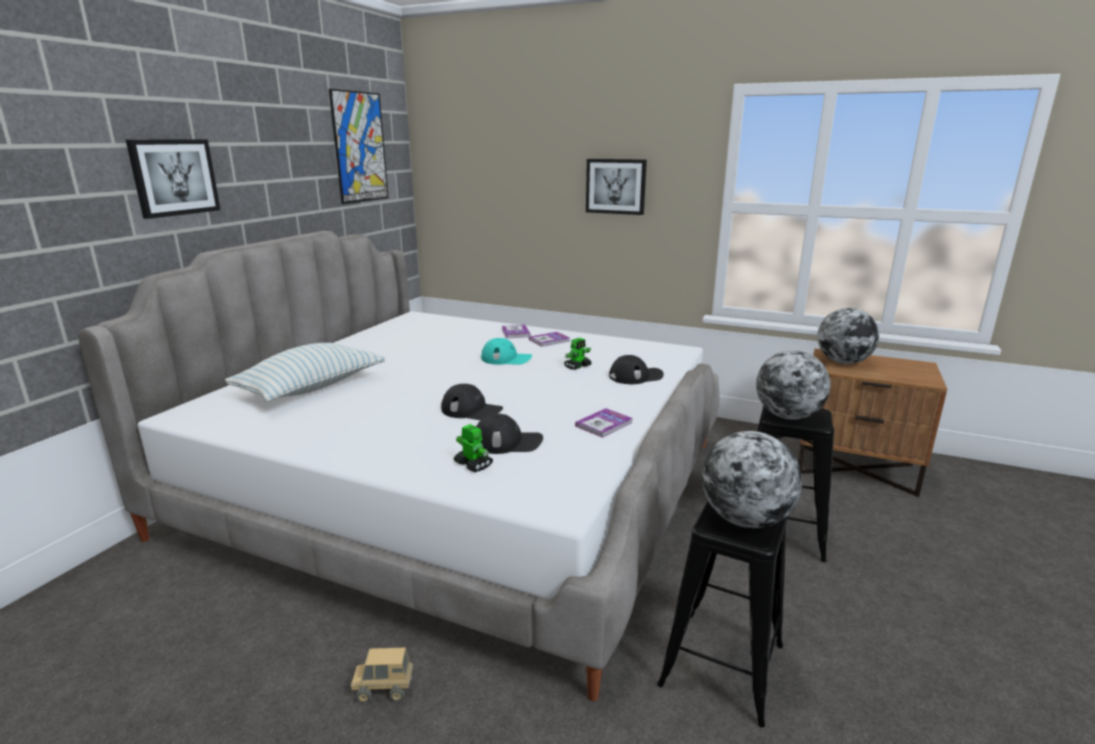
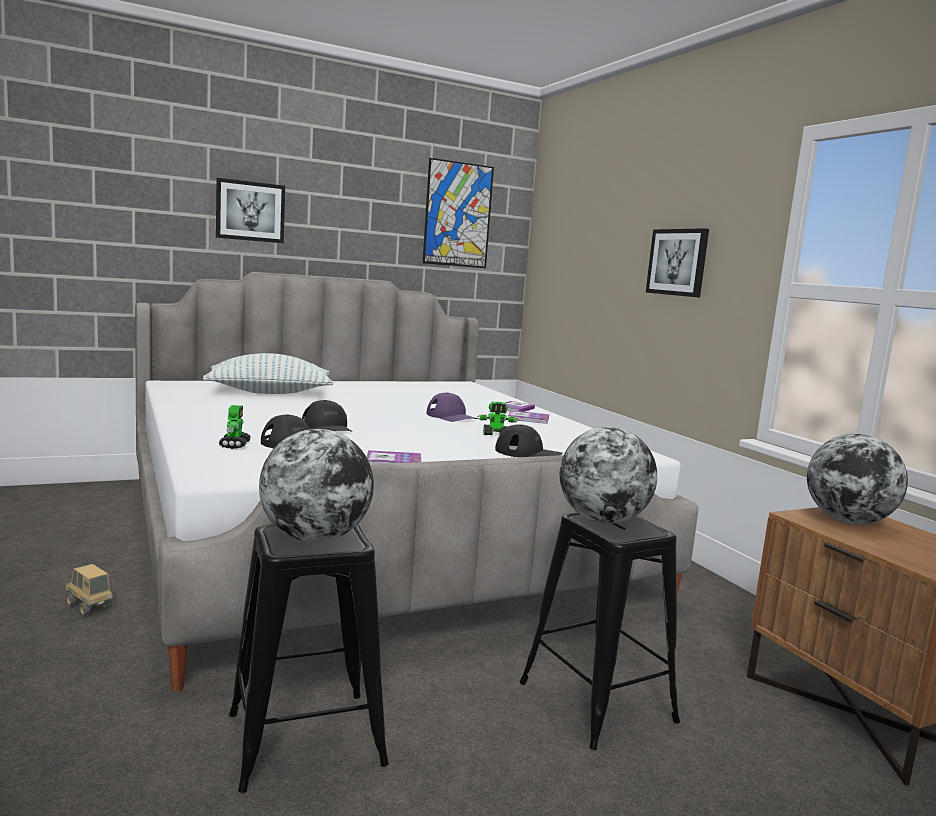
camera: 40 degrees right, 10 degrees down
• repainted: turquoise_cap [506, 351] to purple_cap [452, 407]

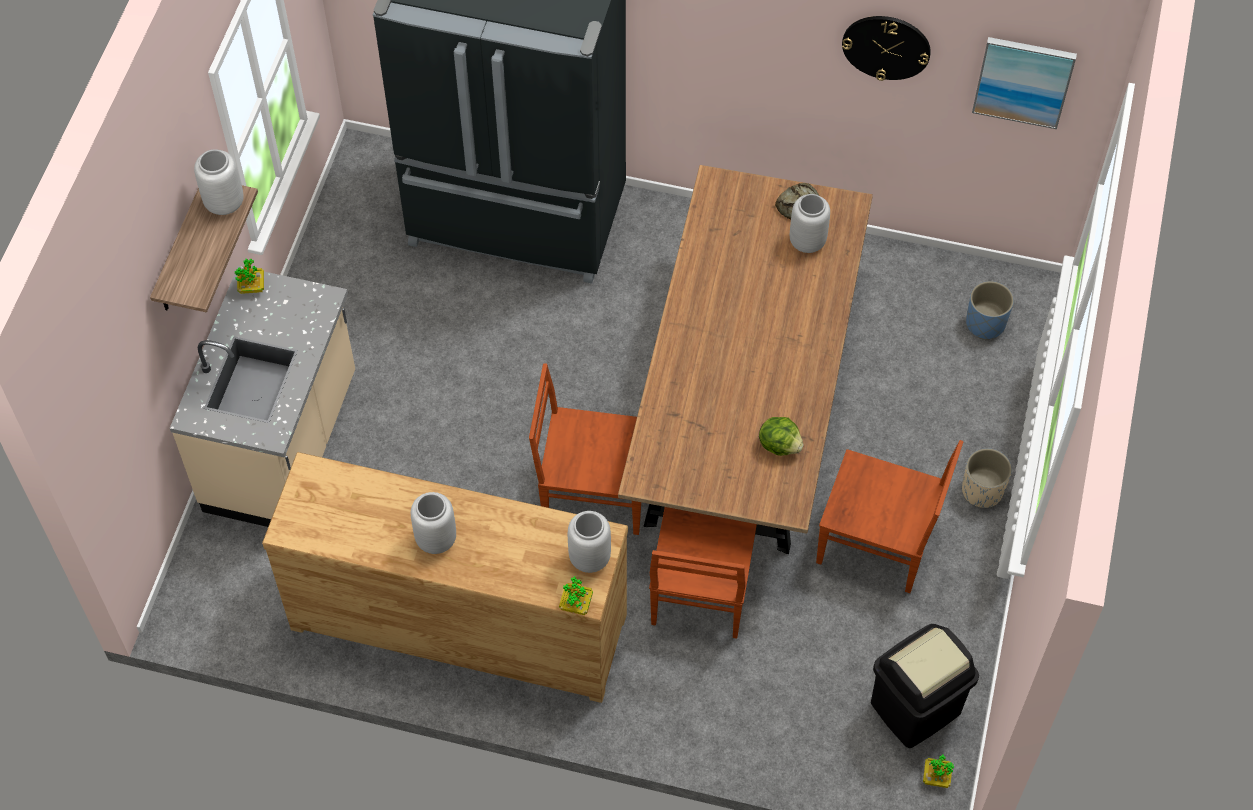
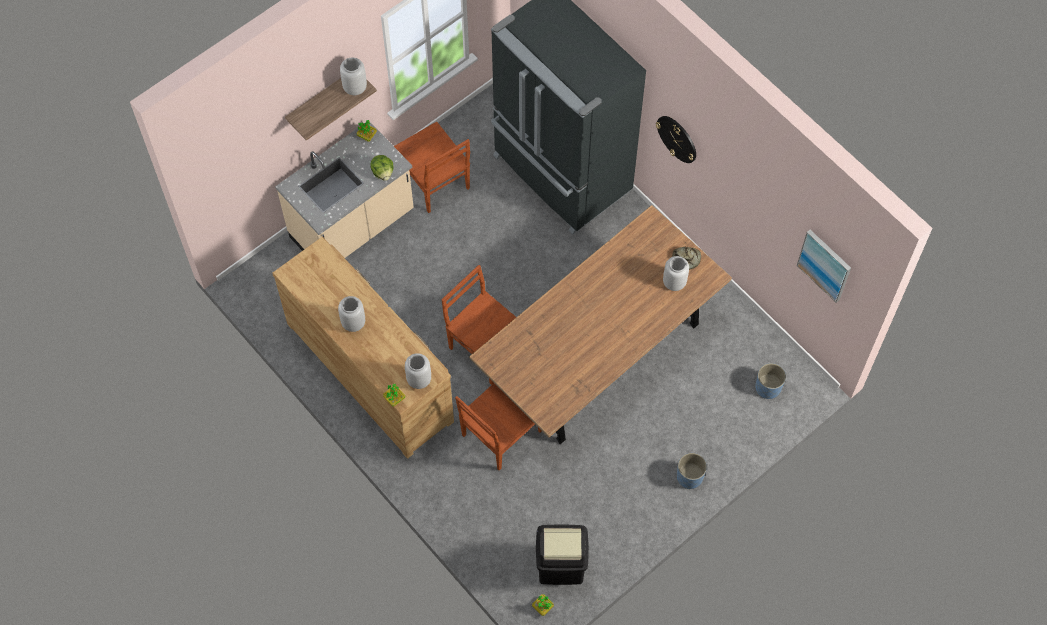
camera: 35 degrees right, 5 degrees up
• shifted: lettuce [781, 436] to [382, 168]
• shifted: brown_chair [889, 516] to [432, 167]
• shifted: wall_clock [886, 48] to [676, 139]
• repainted: beige_planter [987, 478] to blue_planter [692, 471]

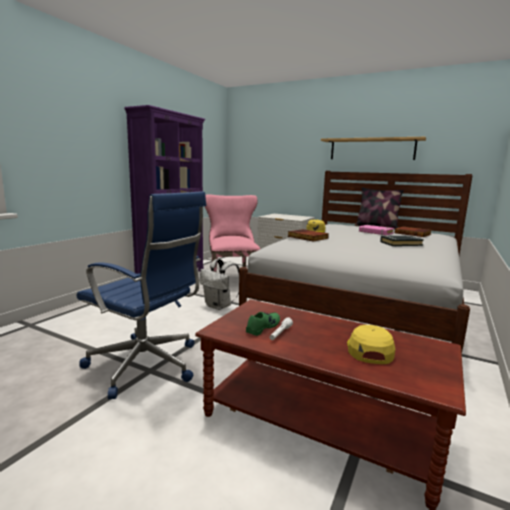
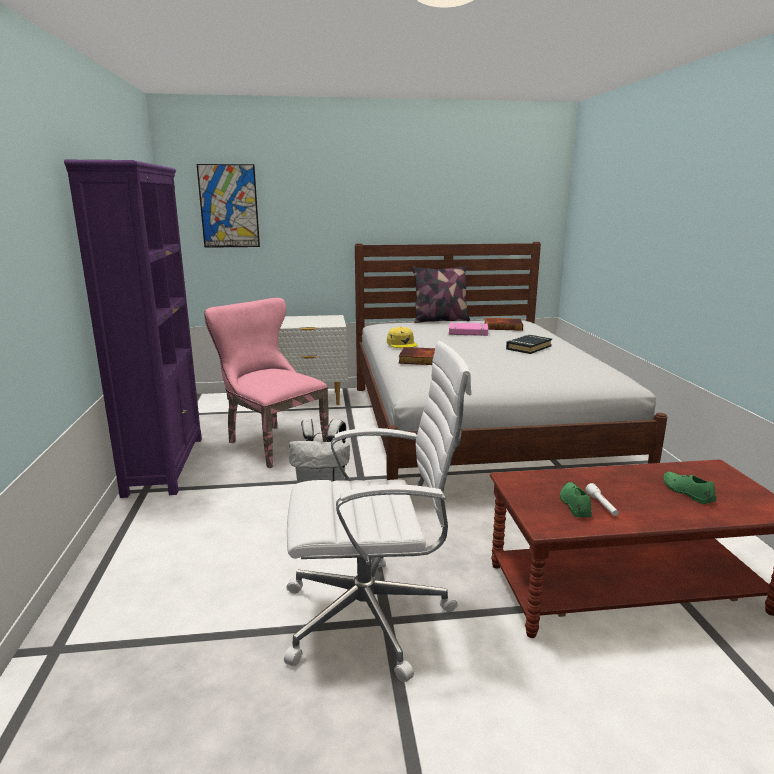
camera: 35 degrees left, 5 degrees up
• gone: shelf [373, 148]
• new: picture [228, 206]
• swapped: yellow_cap [371, 344] to green_shoe [689, 488]
• repainted: blue_office_chair [141, 295] to white_office_chair [378, 511]

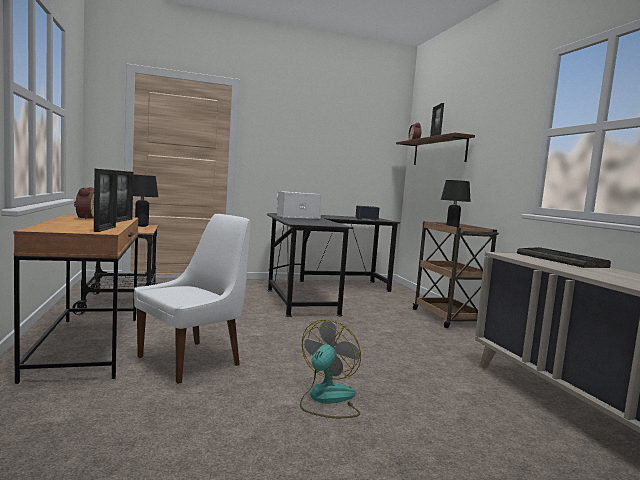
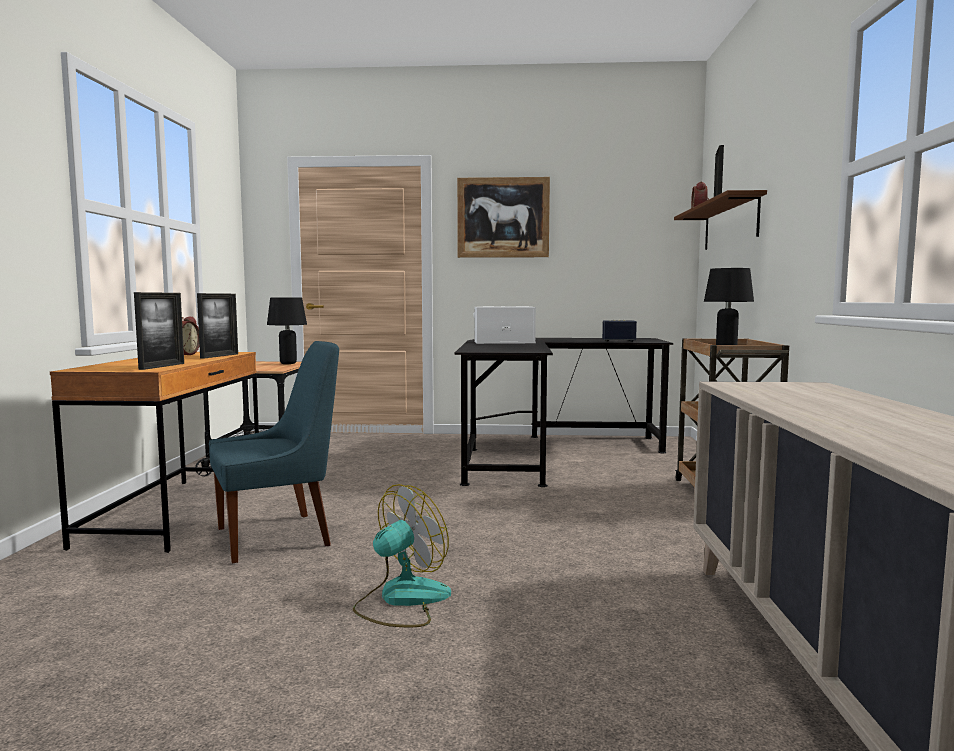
camera: 20 degrees right, 0 degrees up
• gone: keyboard [564, 257]
• new: picture [503, 217]
• repainted: white_chair [192, 299] to blue_chair [274, 452]

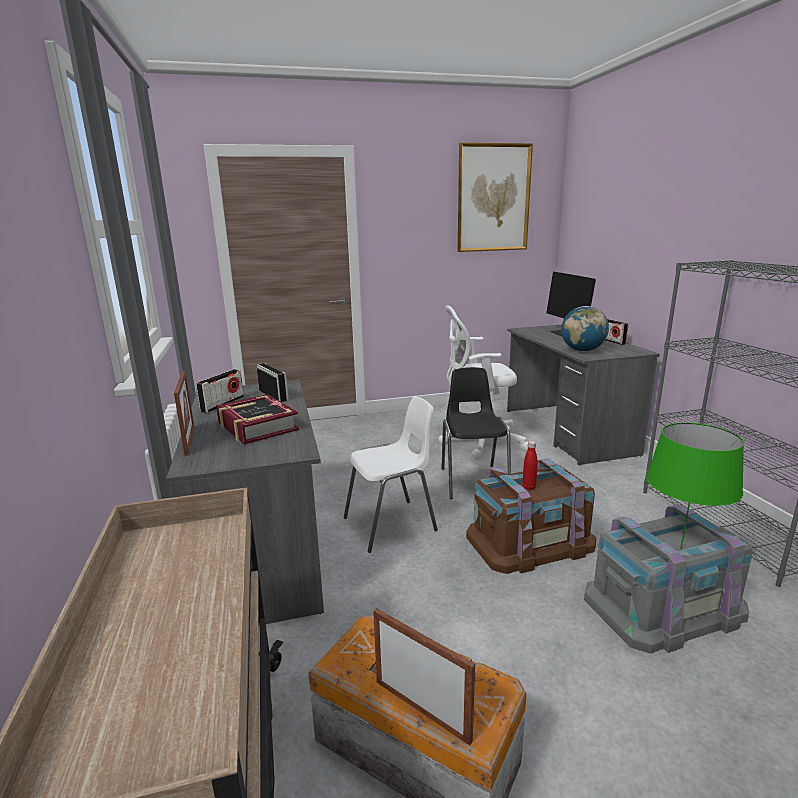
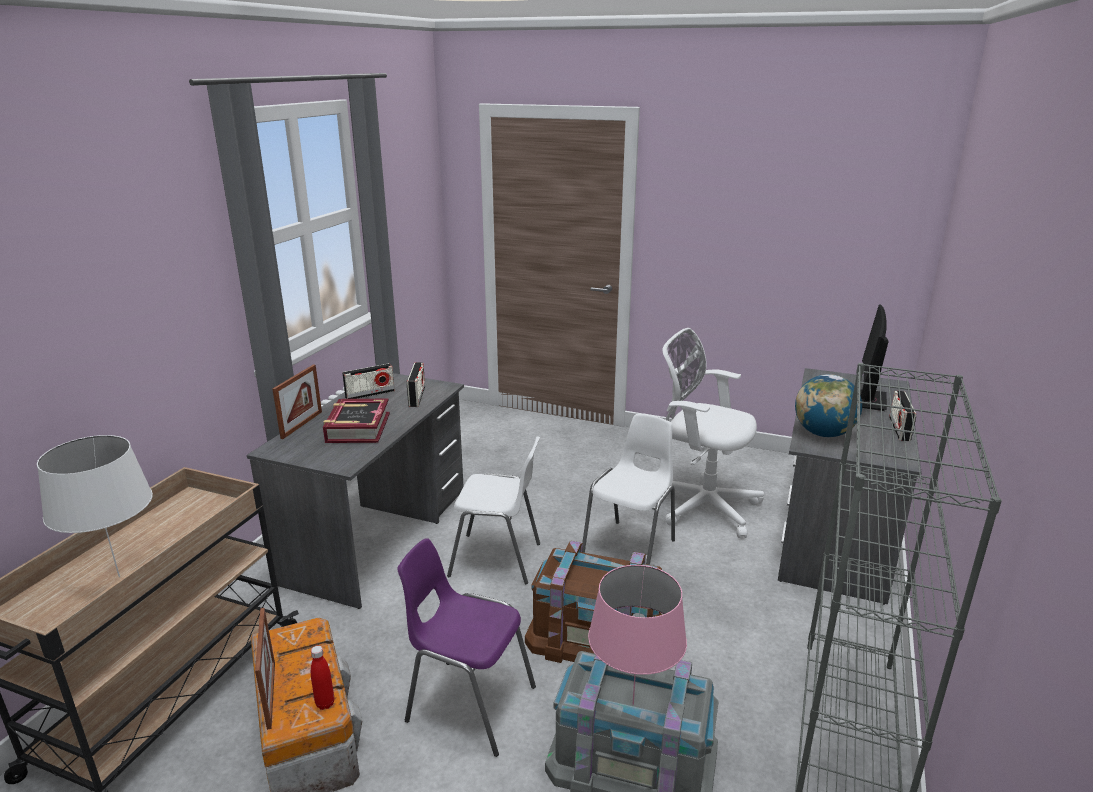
camera: 35 degrees right, 5 degrees up
• gone: picture [495, 197]
• new: white_table_lamp [95, 506]
• new: purple_chair [466, 647]
• shifted: red_bottle [530, 465] to [322, 678]
• repainted: black_chair [476, 433] to white_chair [628, 489]
• repainted: green_table_lamp [695, 486] to pink_table_lamp [637, 635]

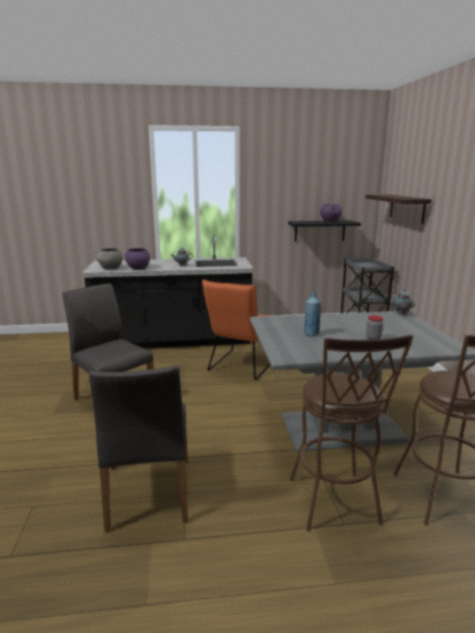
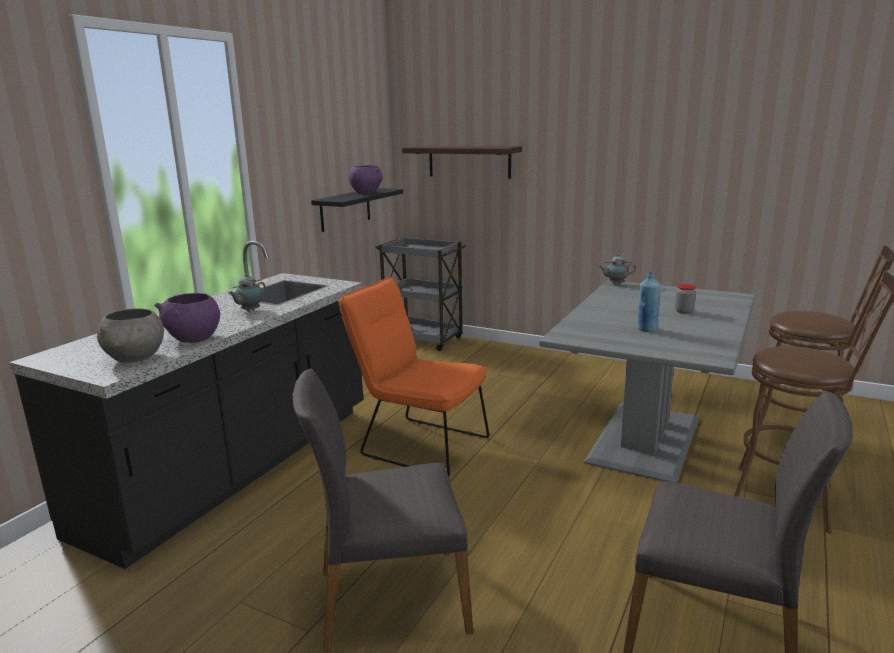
camera: 55 degrees left, 0 degrees up
• rotated: orange_chair [238, 330] = [414, 377] 150 degrees clockwise

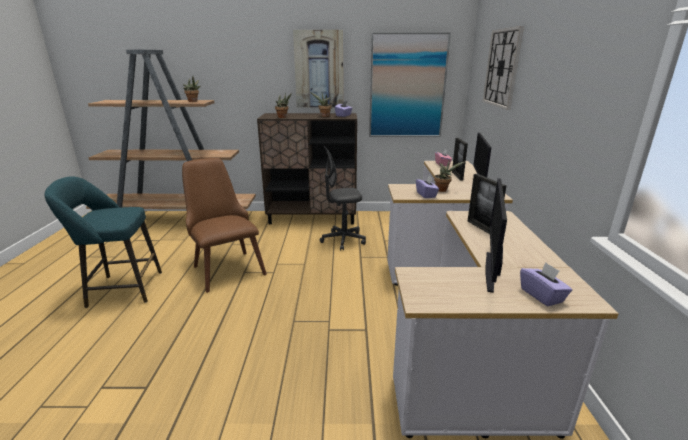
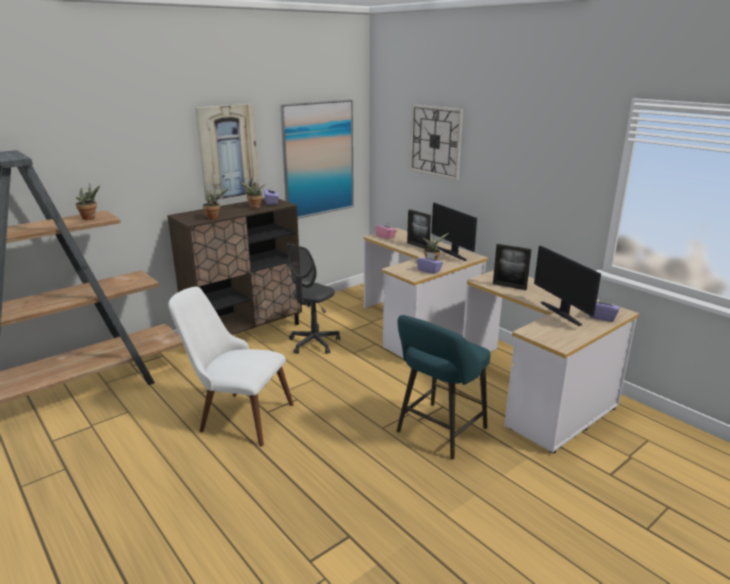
camera: 40 degrees left, 0 degrees up
• shifted: turquoise_stool [103, 242] to [443, 387]
• repainted: brown_chair [224, 225] to white_chair [231, 367]

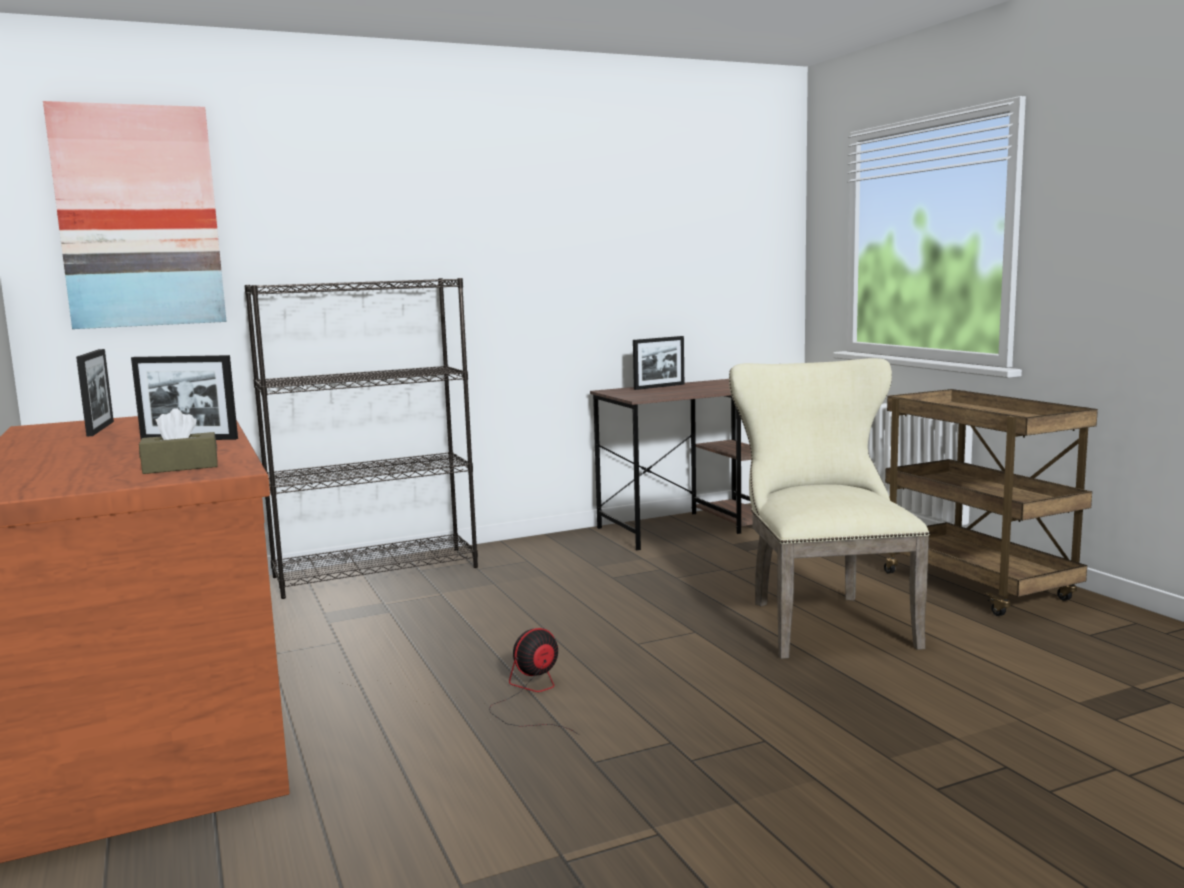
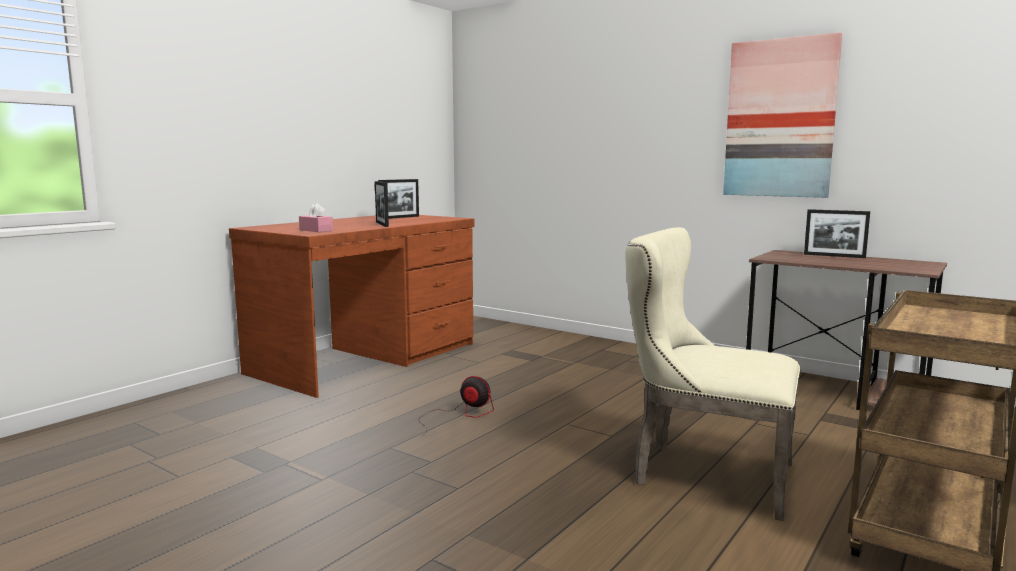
camera: 60 degrees right, 0 degrees up
• gone: black_bookcase [361, 438]
• shifted: picture [135, 215] to [782, 115]
• repainted: brown_tissue_box [178, 441] to pink_tissue_box [316, 217]
• rotated: beige_chair [829, 508] = [713, 374] 120 degrees counterclockwise

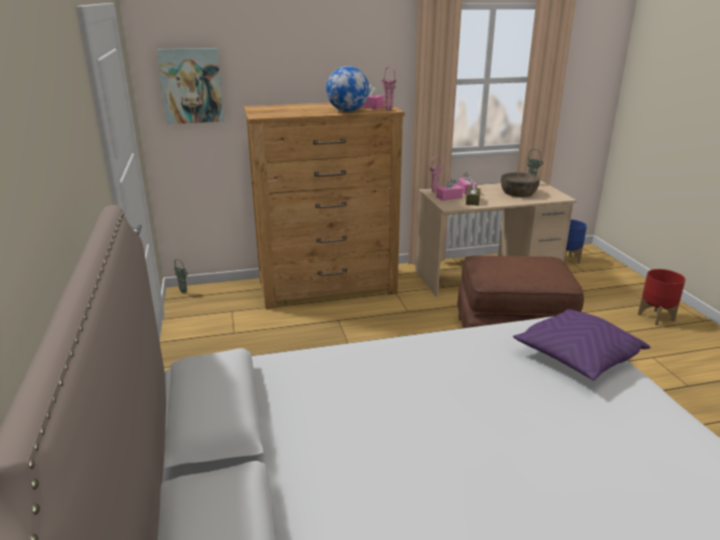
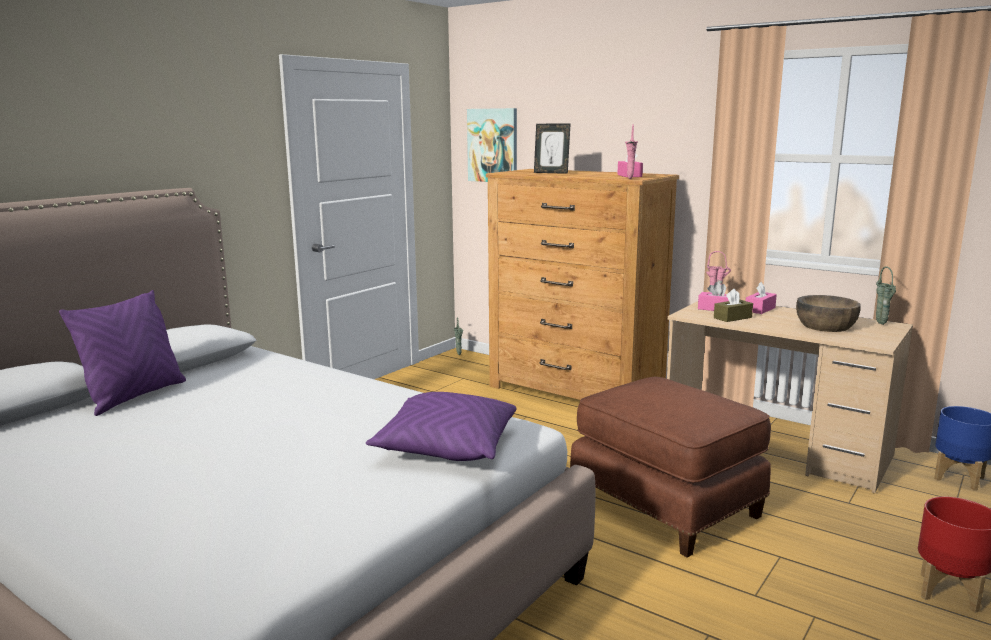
camera: 50 degrees right, 10 degrees down
• gone: globe [347, 89]
• new: purple_pillow [122, 353]
• new: picture_frame [552, 149]

